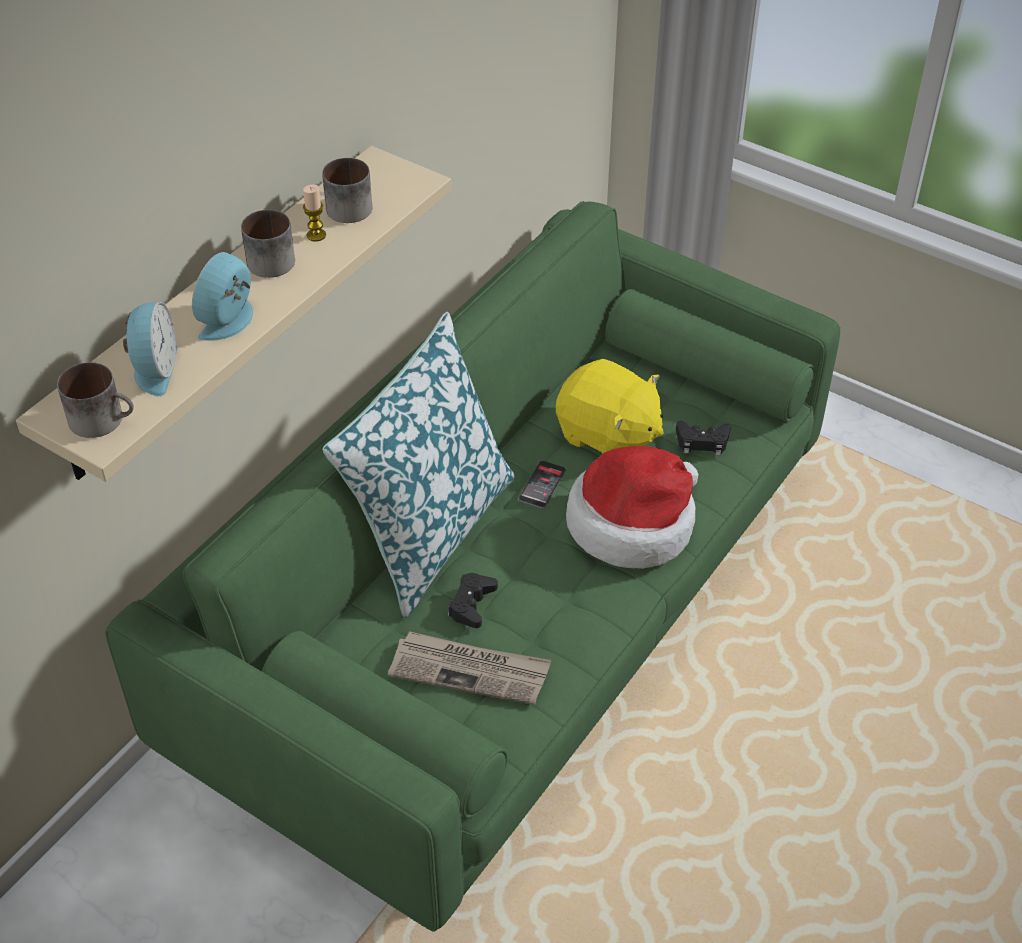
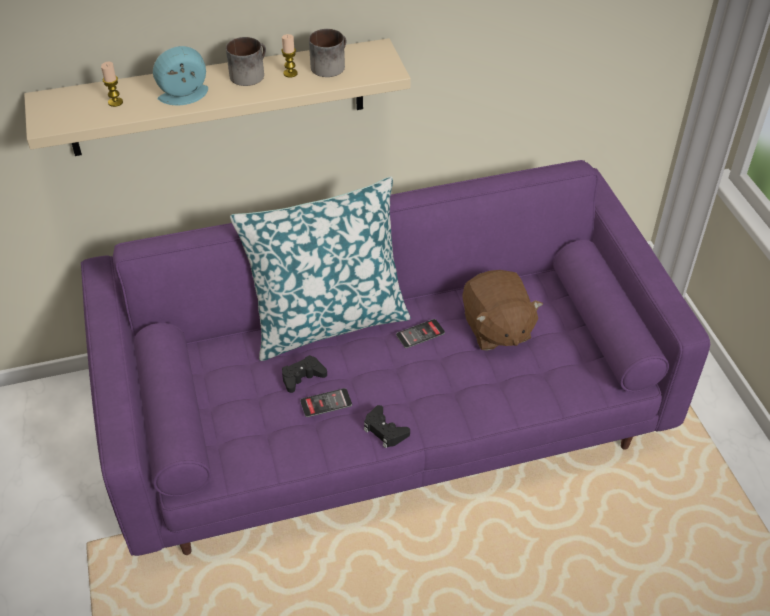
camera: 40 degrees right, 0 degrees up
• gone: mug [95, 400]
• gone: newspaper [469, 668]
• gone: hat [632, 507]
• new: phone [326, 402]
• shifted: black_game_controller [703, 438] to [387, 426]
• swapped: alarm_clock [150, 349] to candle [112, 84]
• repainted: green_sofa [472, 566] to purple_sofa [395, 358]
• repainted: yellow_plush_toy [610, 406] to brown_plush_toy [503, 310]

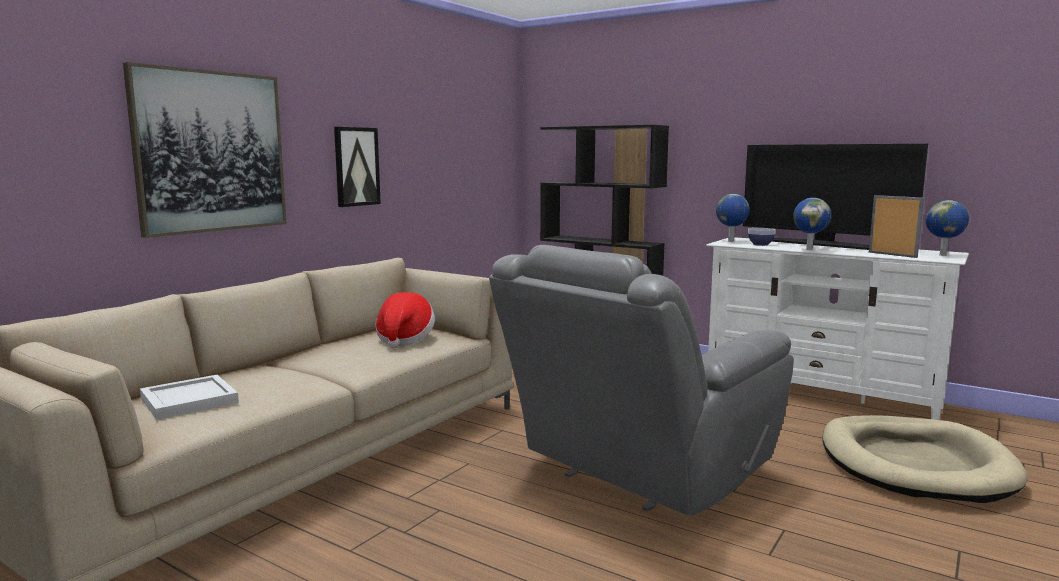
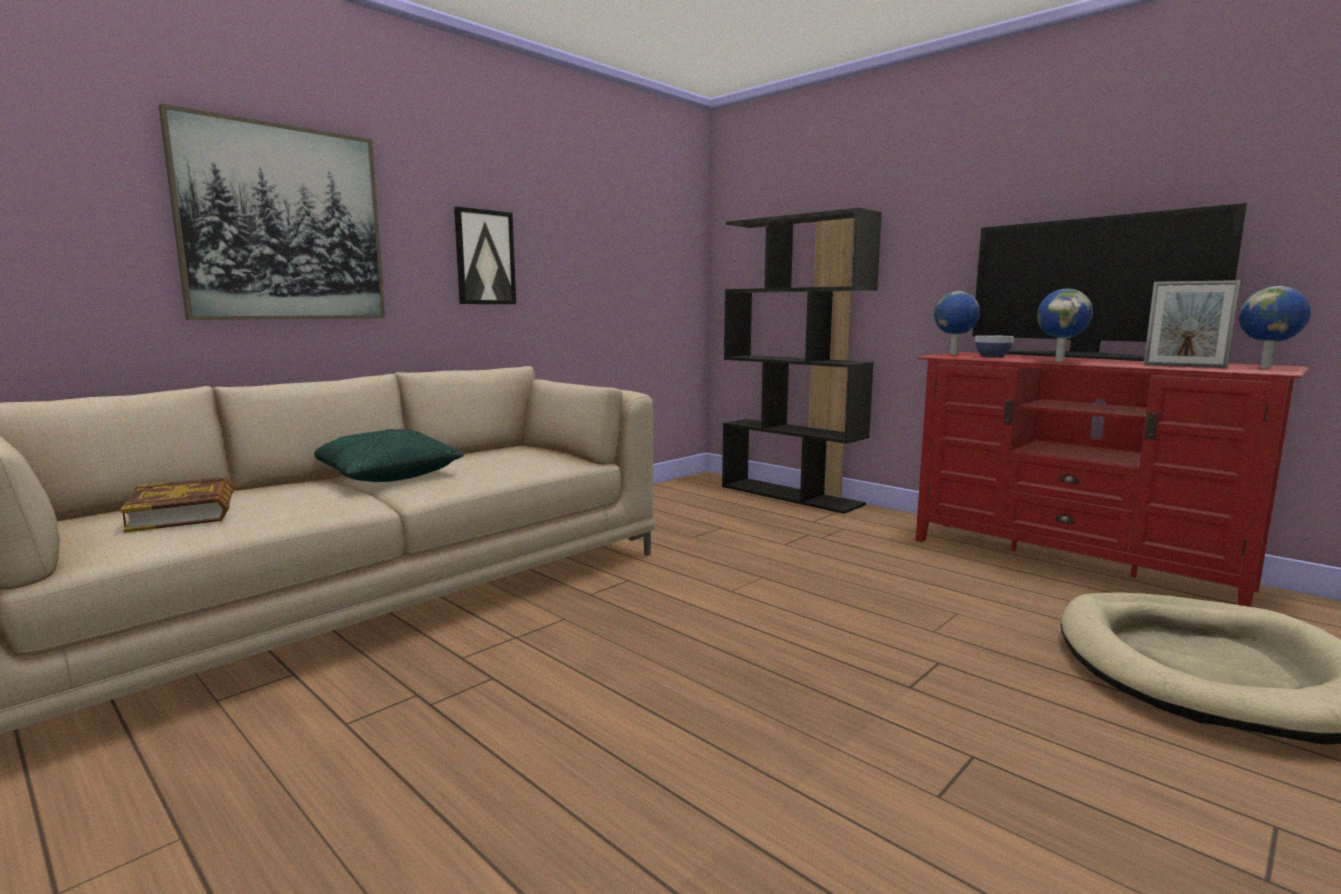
camera: 10 degrees right, 0 degrees up
• gone: hat [405, 320]
• gone: grey_armchair [641, 380]
• new: green_pillow [389, 455]
• swapped: white_tray [189, 397] to book [177, 505]
• repainted: white_tv_stand [837, 328] to red_tv_stand [1112, 479]
• rotated: picture_frame [896, 226] = [1192, 324] 150 degrees clockwise

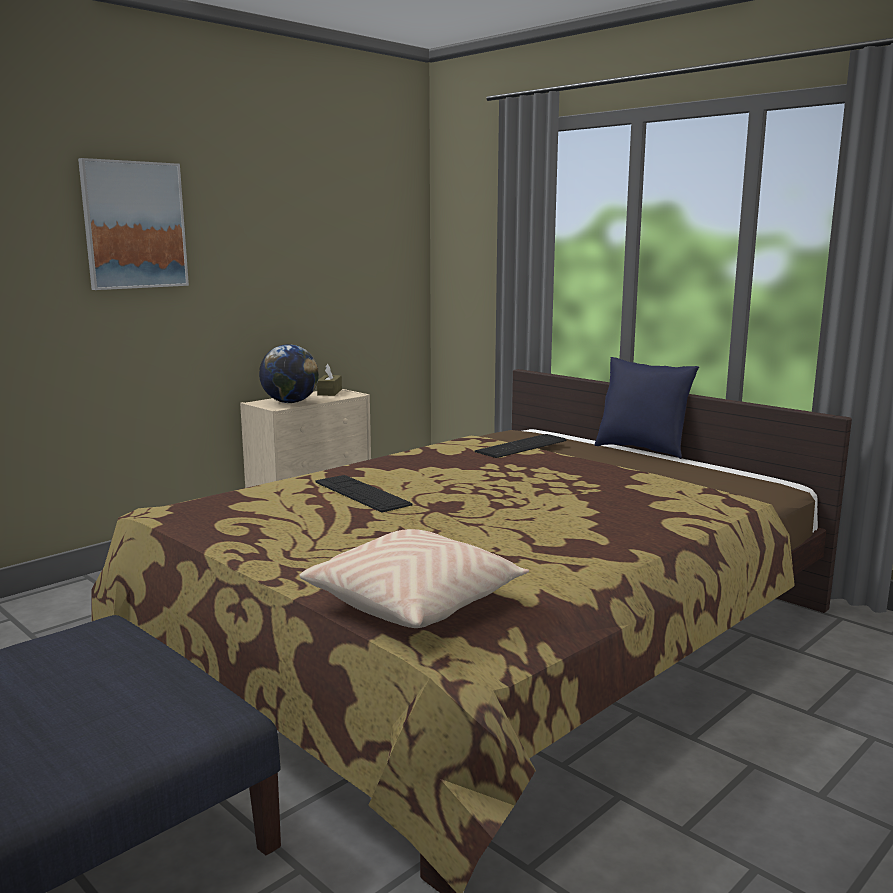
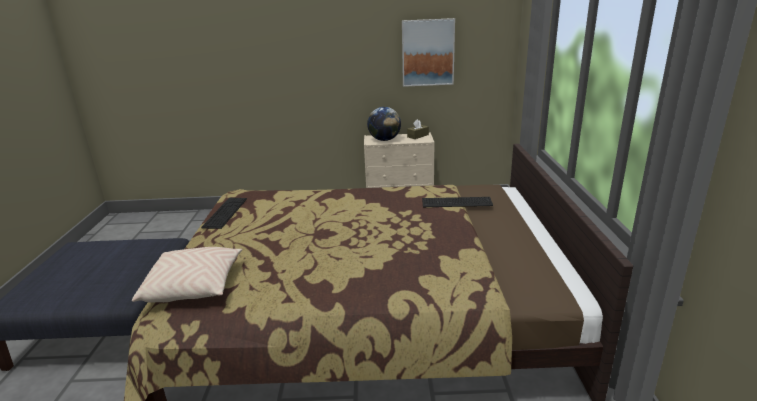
camera: 45 degrees right, 10 degrees up
• gone: blue_pillow [647, 408]
• shifted: picture [133, 224] to [428, 52]
• shifted: keyboard [364, 494] to [224, 213]

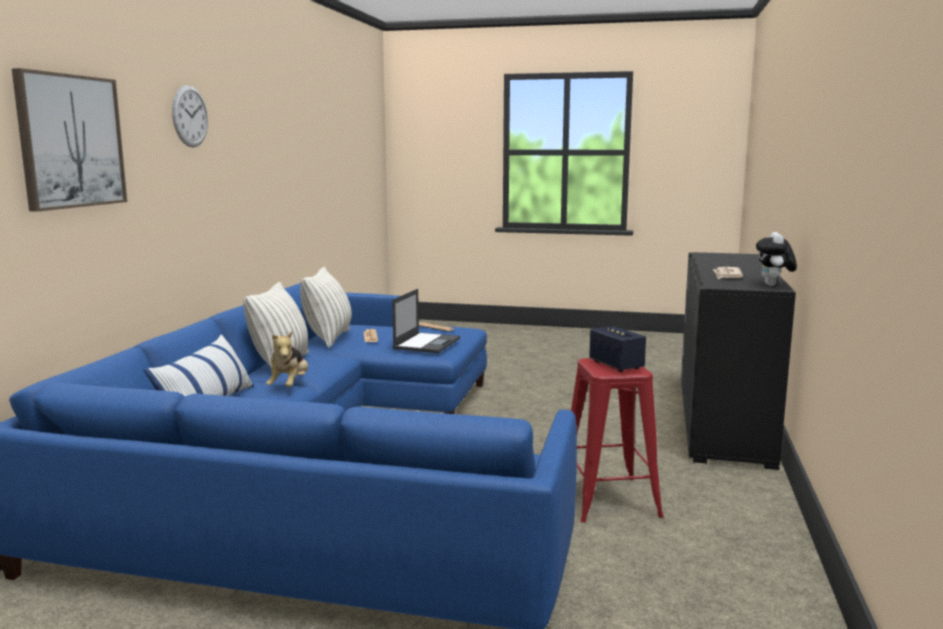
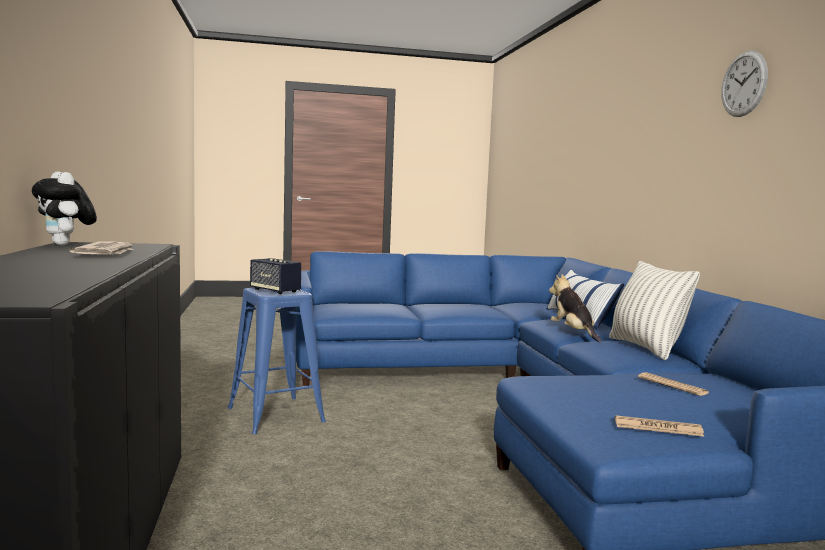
camera: 155 degrees right, 5 degrees down
• gone: picture [69, 140]
• gone: pillow [326, 307]
• gone: laptop [426, 321]
• repainted: red_stool [617, 440] to blue_stool [277, 361]
• rotated: plush_toy [776, 259] = [64, 208] 150 degrees clockwise

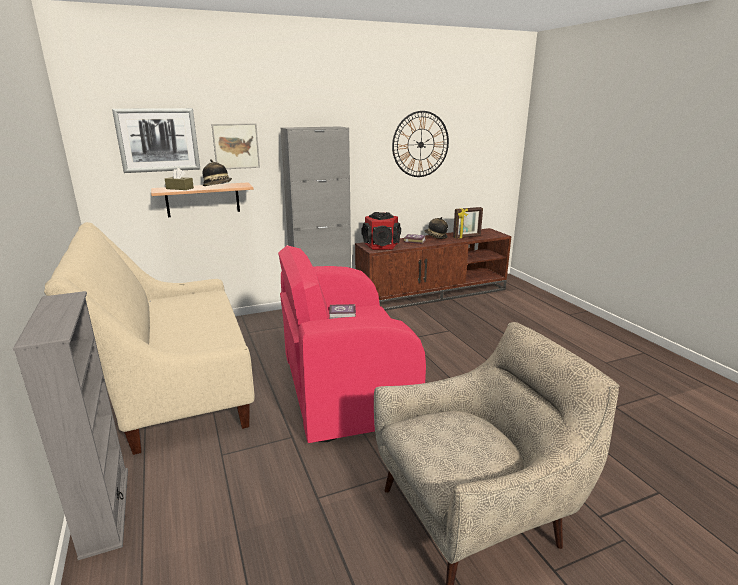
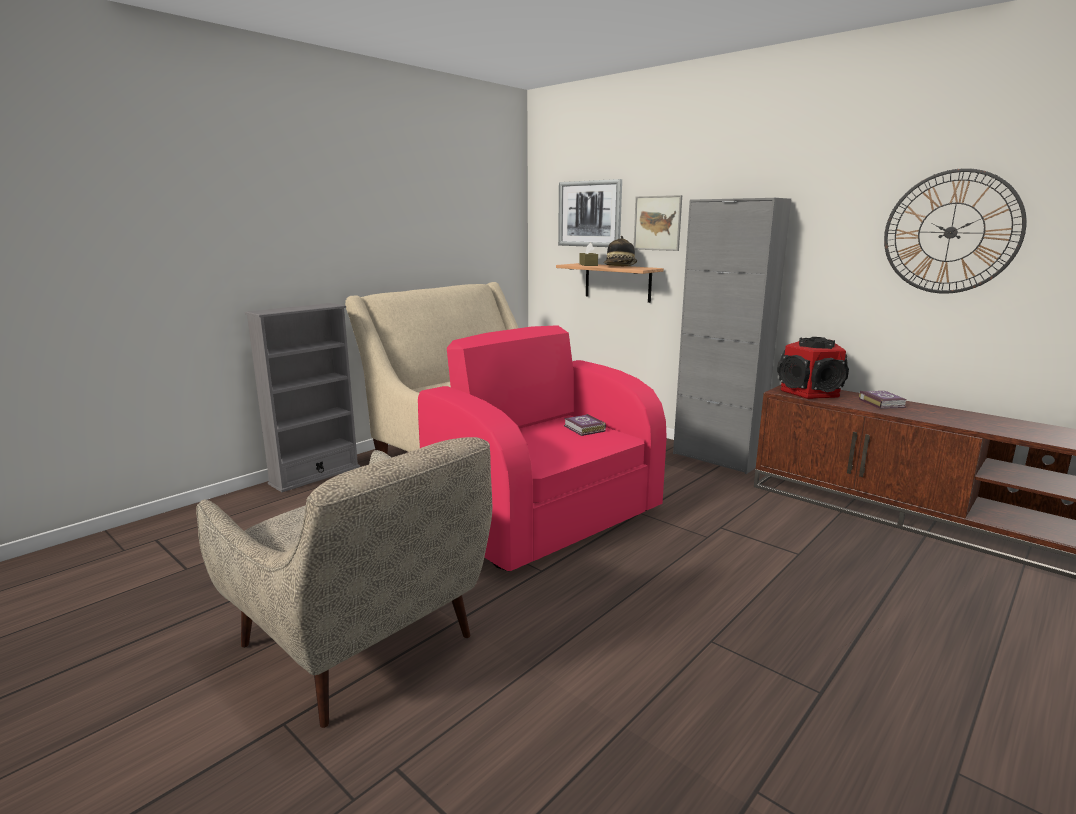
camera: 65 degrees right, 5 degrees down
• gone: hat [436, 228]
• gone: picture_frame [468, 223]

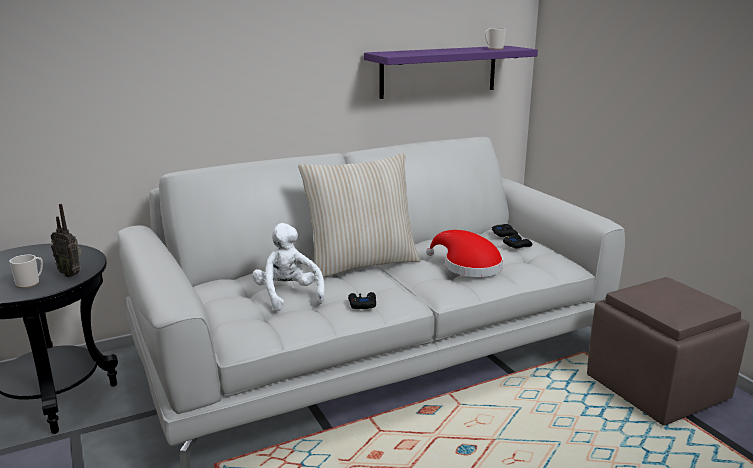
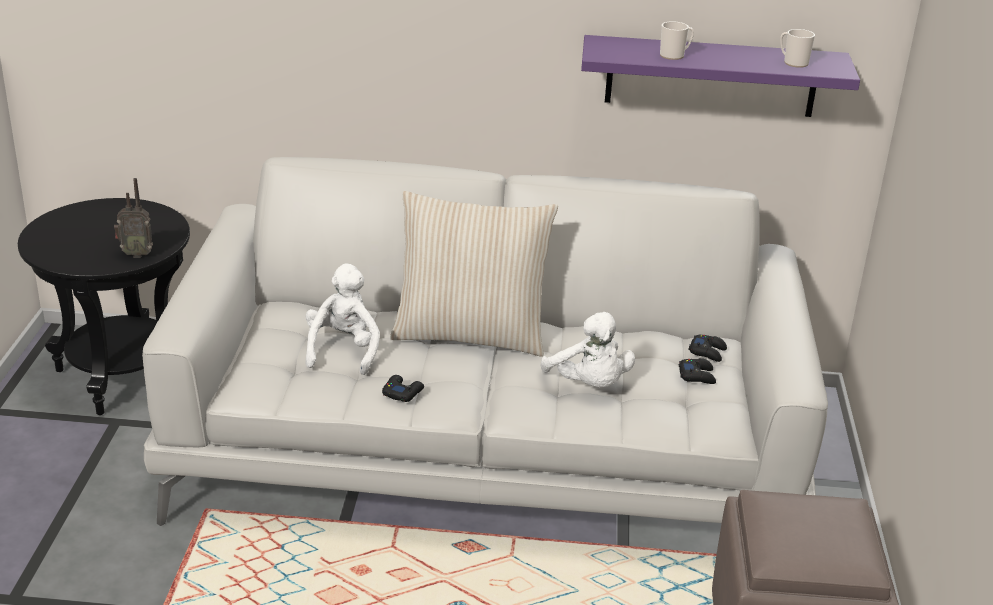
camera: 30 degrees right, 10 degrees up
• shifted: mug [26, 271] to [677, 40]
• swapped: red_hat [464, 253] to white_plush_toy [588, 349]
• rotated: radio [66, 240] = [133, 218] 60 degrees counterclockwise

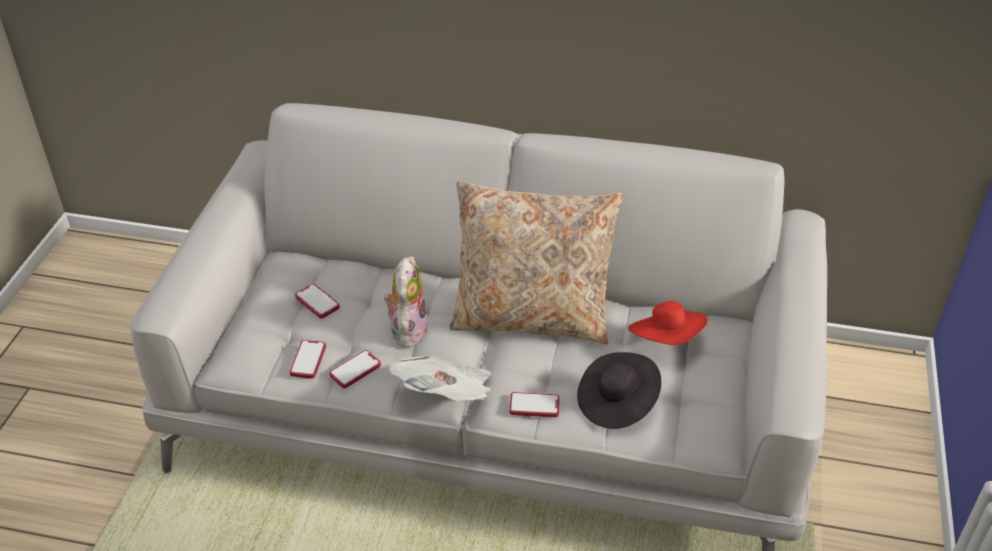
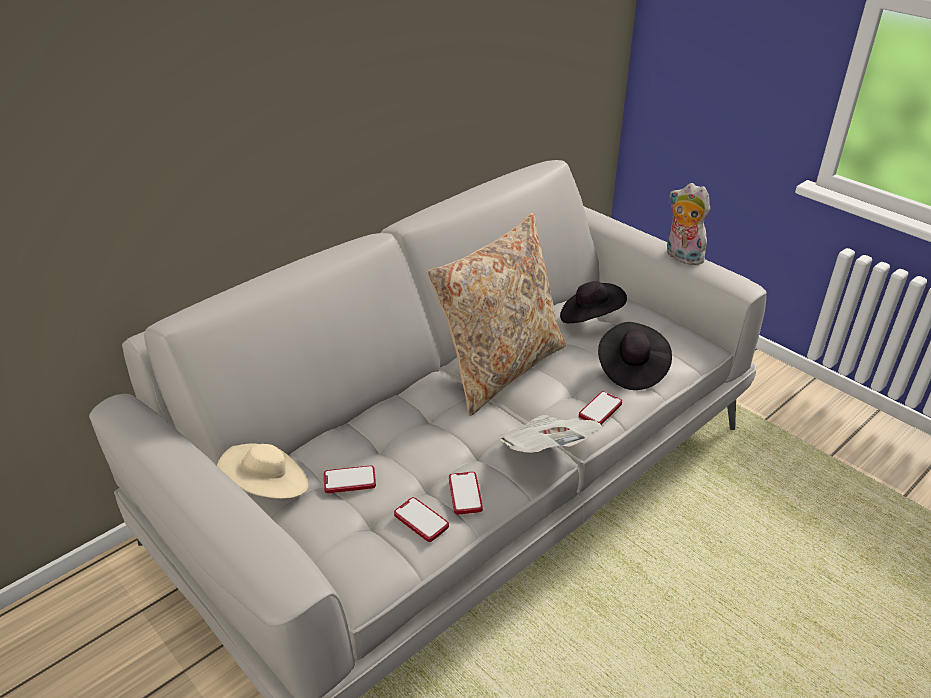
camera: 55 degrees left, 5 degrees down
• new: beige_hat [263, 471]
• shifted: plush_toy [406, 302] to [688, 224]
• repainted: red_hat [668, 323] to black_hat [593, 302]

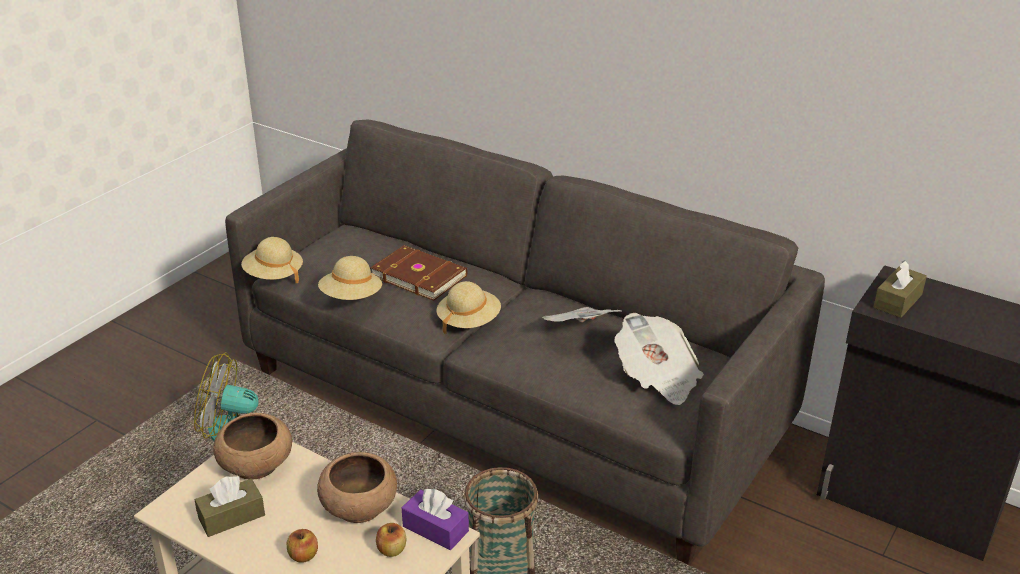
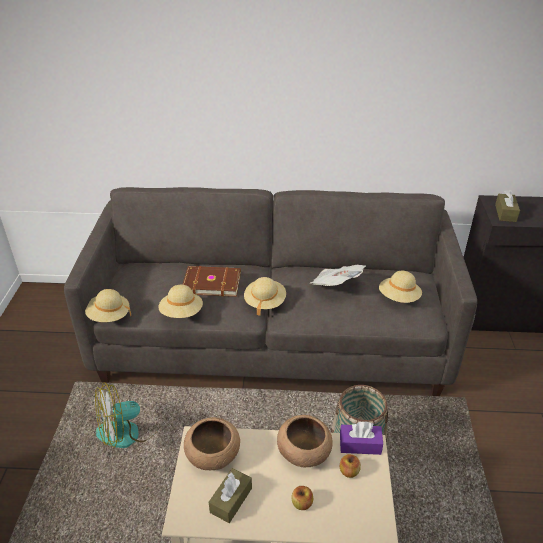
camera: 30 degrees left, 5 degrees up
• swapped: newspaper [659, 359] to beige_hat [400, 287]

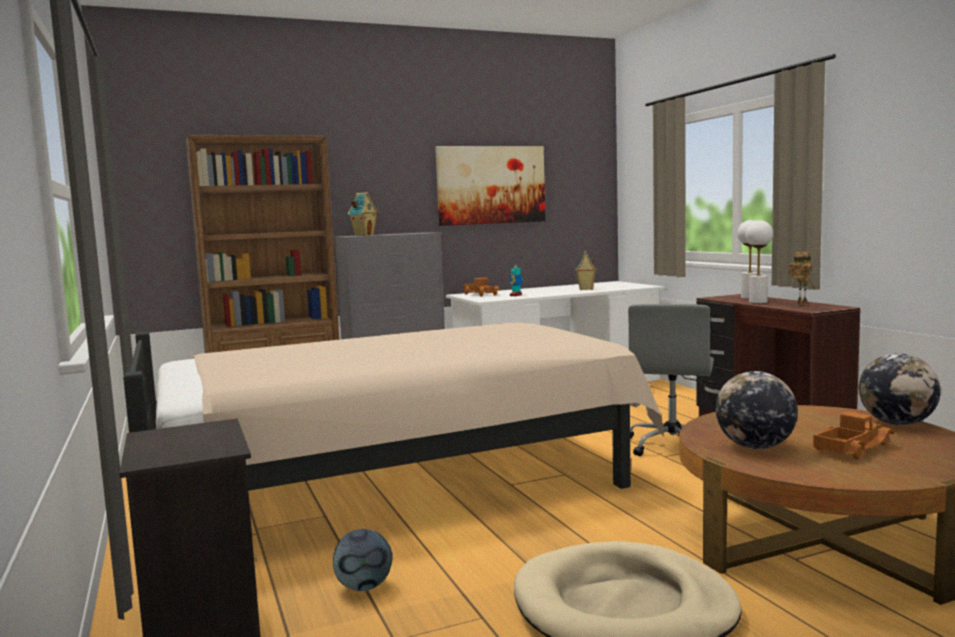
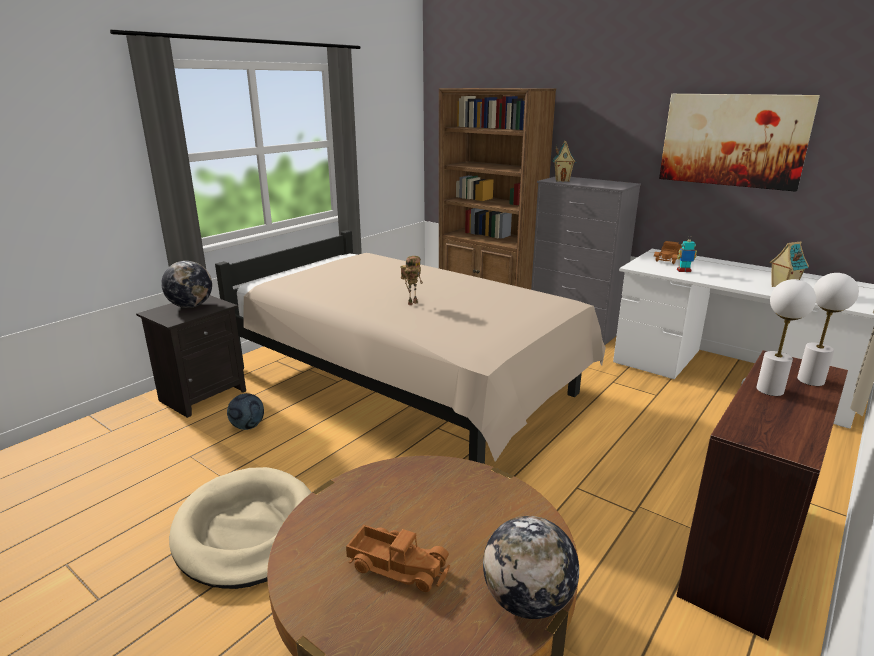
camera: 60 degrees right, 15 degrees up
• gone: grey_office_chair [672, 380]
• shifted: globe [757, 410] to [186, 284]
• shifted: toy_robot [802, 279] to [412, 280]

